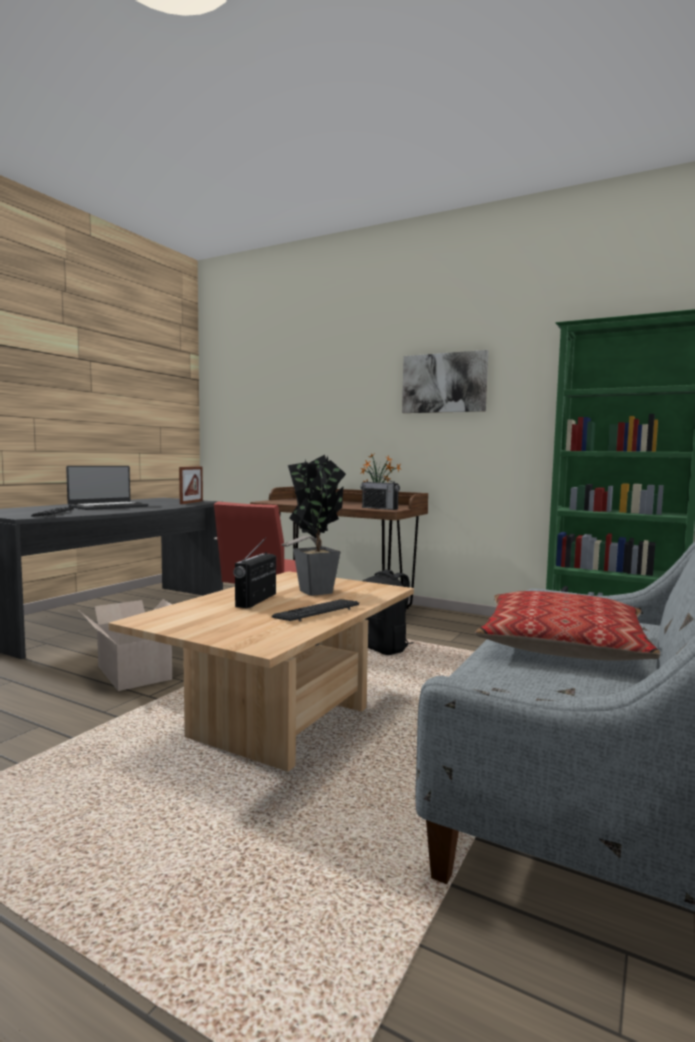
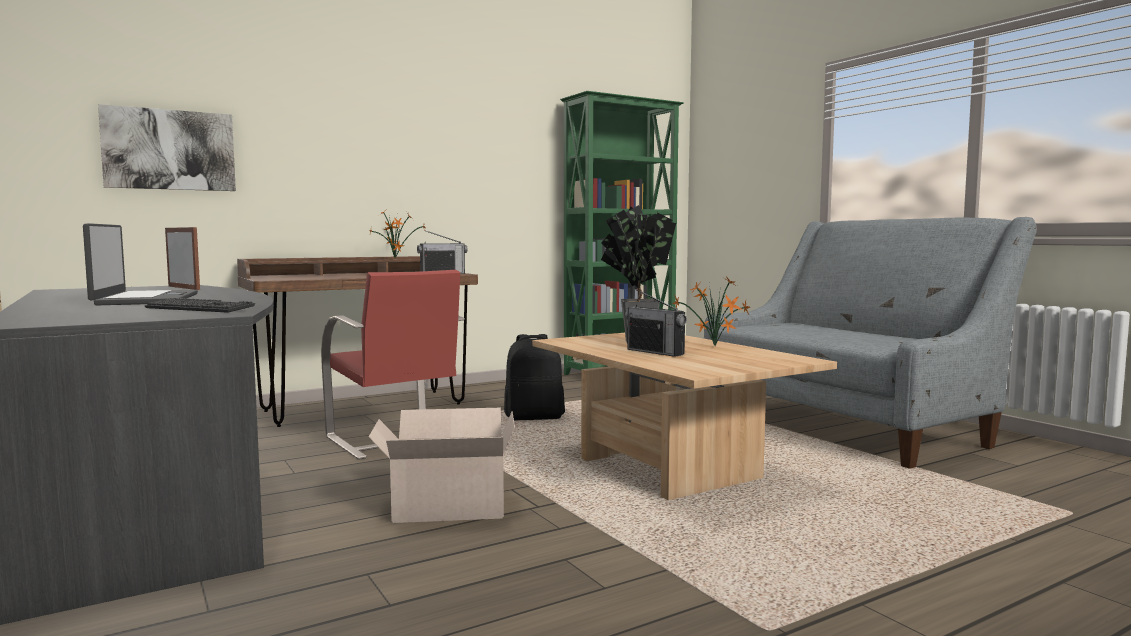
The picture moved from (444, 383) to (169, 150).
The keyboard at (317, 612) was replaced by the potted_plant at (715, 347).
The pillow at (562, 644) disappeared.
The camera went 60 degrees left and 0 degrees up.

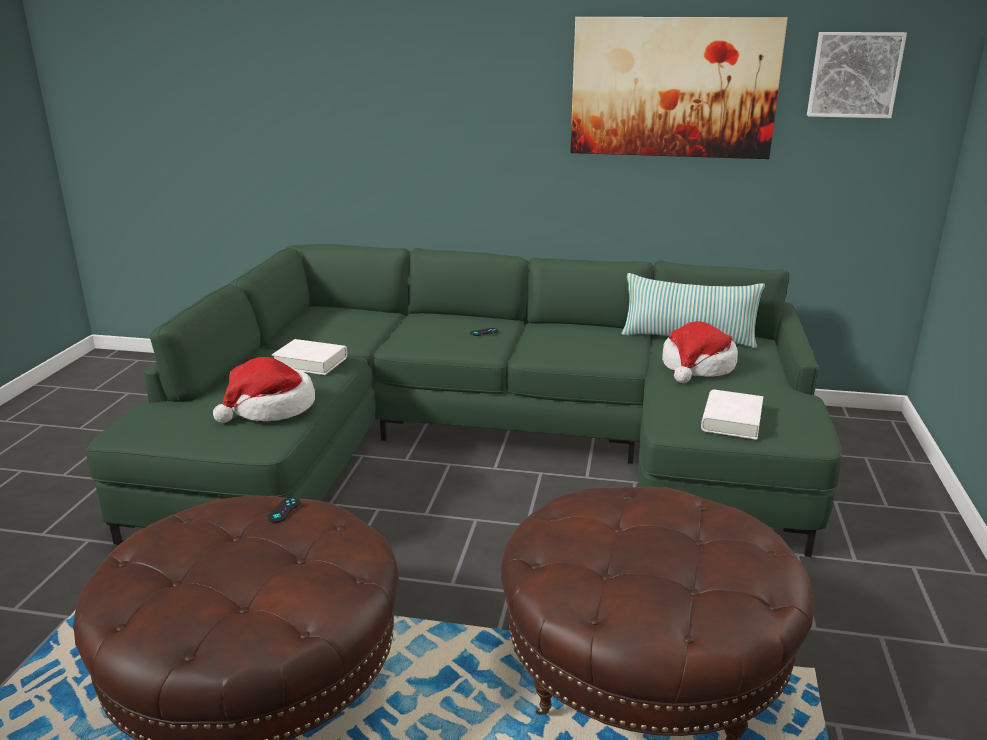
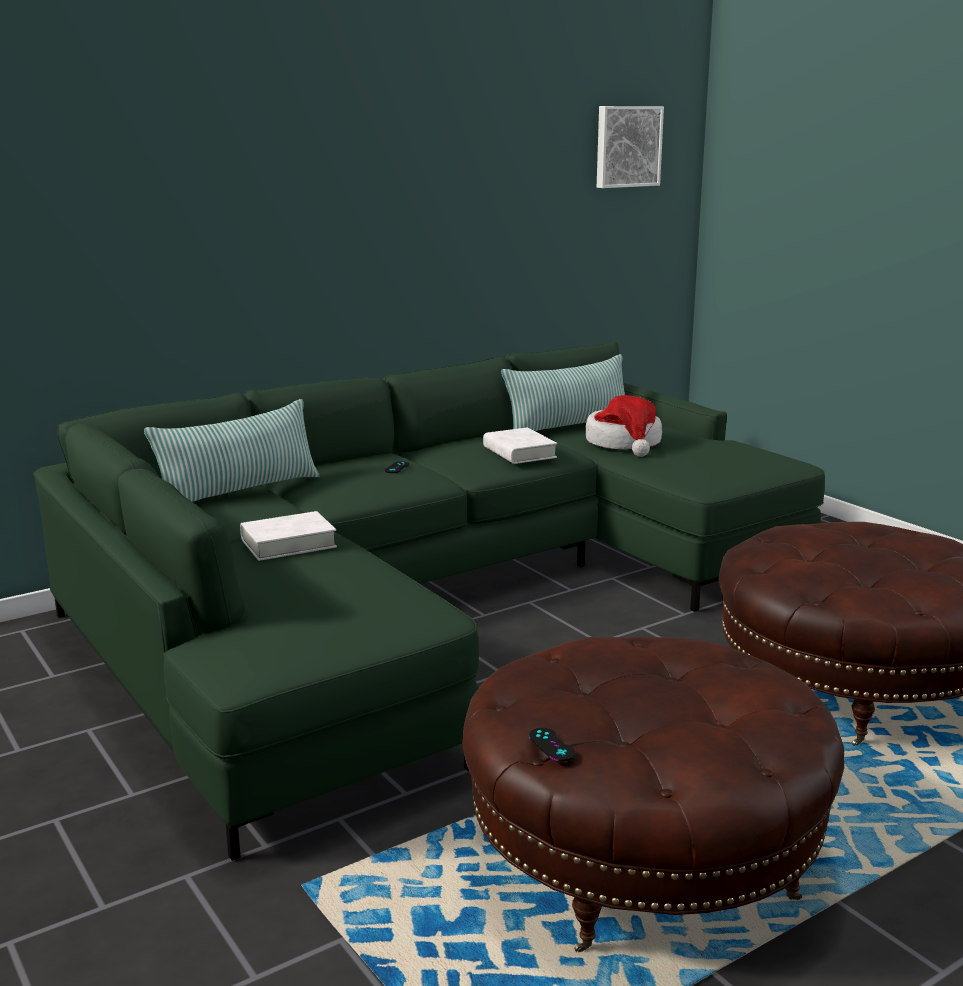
The pillow at (239, 491) appeared.
The white_book moved from (731, 420) to (519, 452).
The black_game_controller moved from (284, 510) to (551, 745).
The hat at (270, 408) disappeared.
The picture at (673, 88) disappeared.
The camera went 45 degrees left and 5 degrees down.

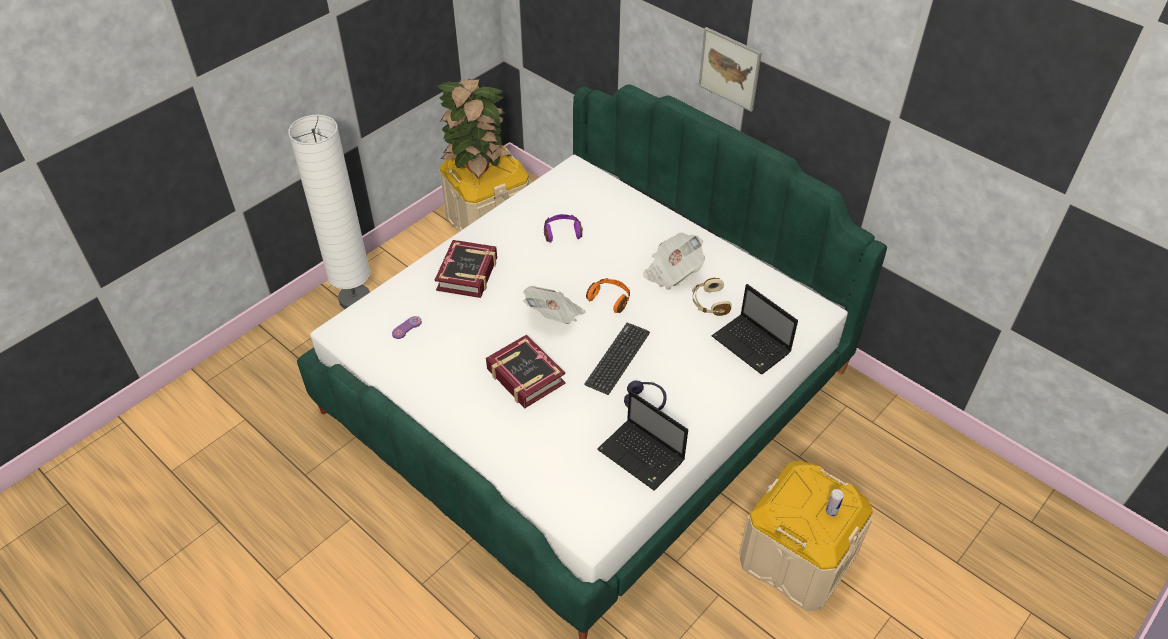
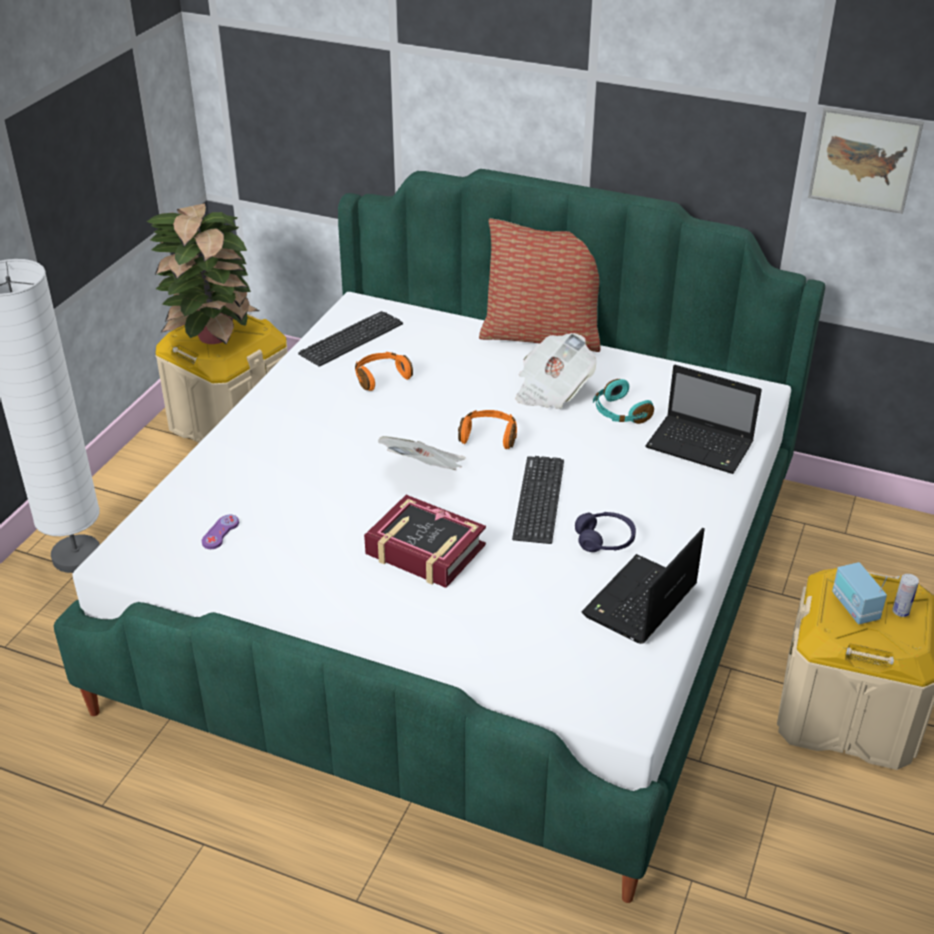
The keyboard at (351, 339) appeared.
The purple_headphones at (562, 232) became the orange_headphones at (381, 377).
The pillow at (542, 335) appeared.
The laptop at (642, 456) turned 105 degrees clockwise.
The beige_headphones at (709, 303) became the turquoise_headphones at (619, 413).
The picture moved from (729, 69) to (864, 160).
The radio at (854, 607) appeared.
The book at (468, 274) disappeared.
The camera went 20 degrees left and 10 degrees down.

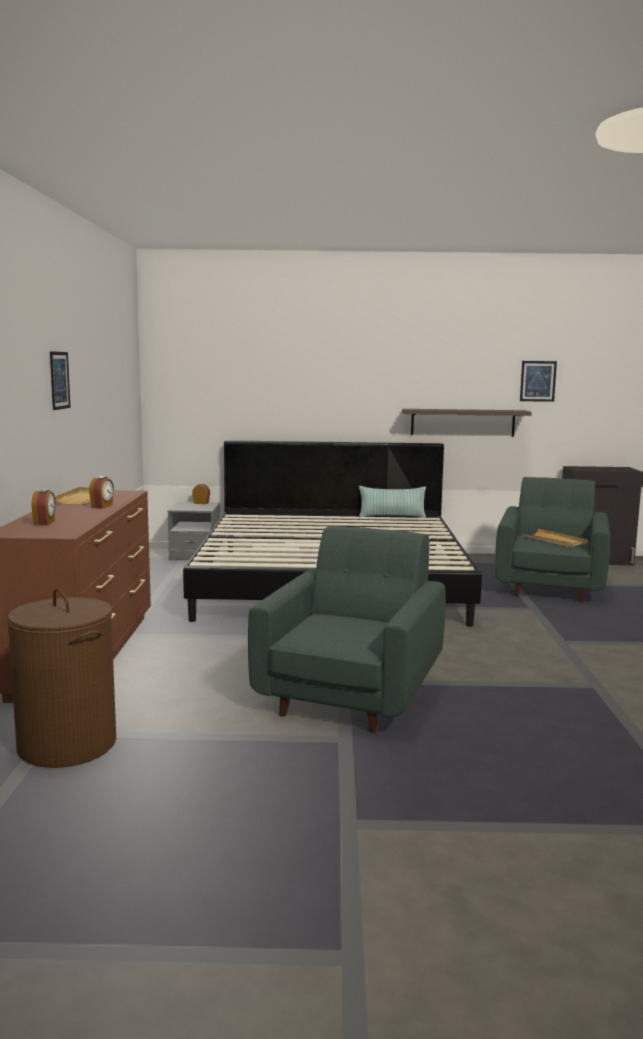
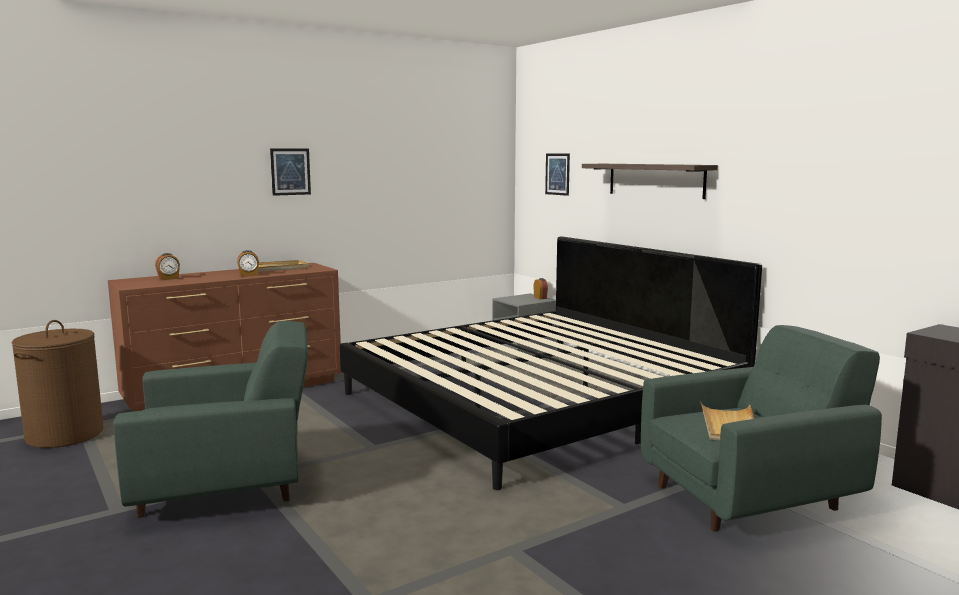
The picture moved from (538, 381) to (557, 174).
The shelf moved from (462, 422) to (655, 180).
The pillow at (392, 516) disappeared.
The camera went 55 degrees right and 0 degrees up.

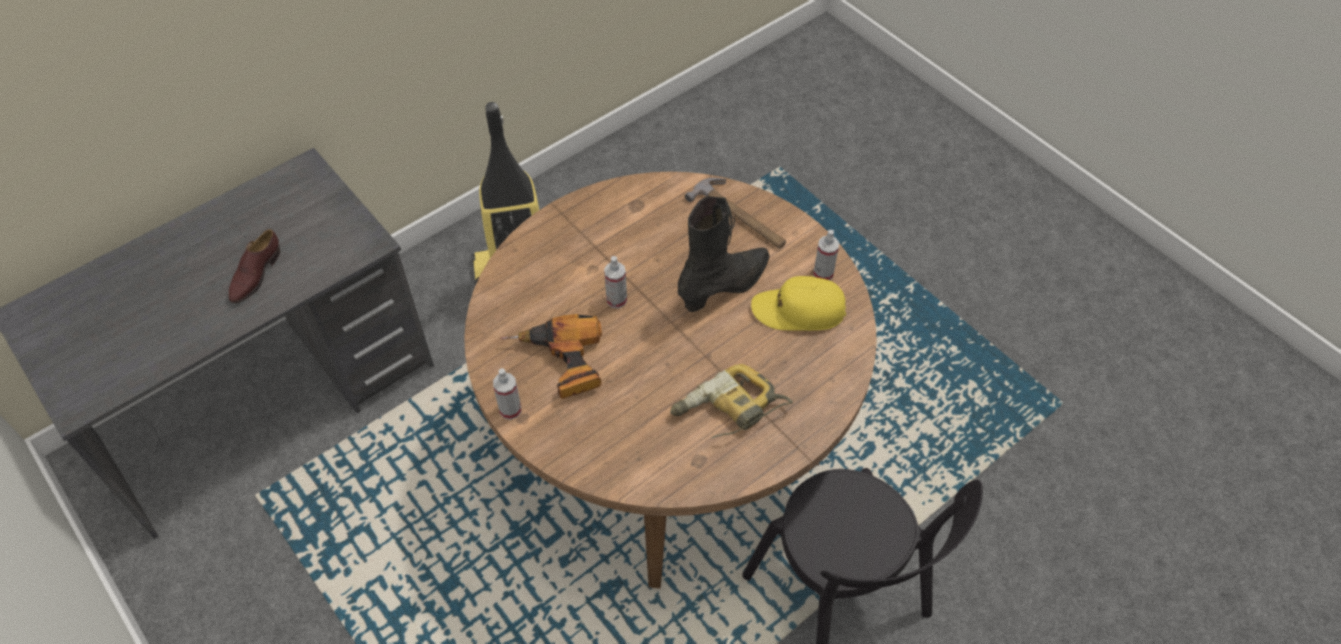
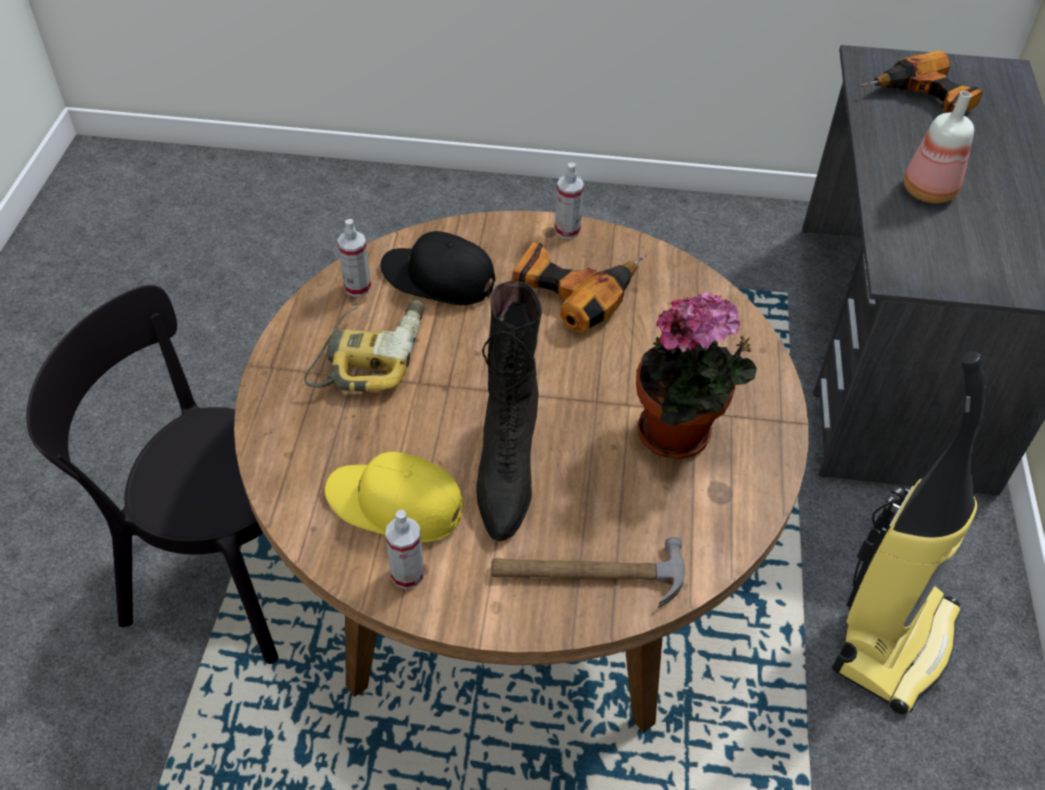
The yellow_cap at (798, 310) turned 120 degrees counterclockwise.
The spray_bottle moved from (616, 300) to (357, 287).
The black_cap at (438, 278) appeared.
The potted_plant at (680, 435) appeared.
The power_drill at (923, 100) appeared.
The brown_shoe at (255, 275) was replaced by the bottle at (928, 192).
The camera went 135 degrees right and 5 degrees down.

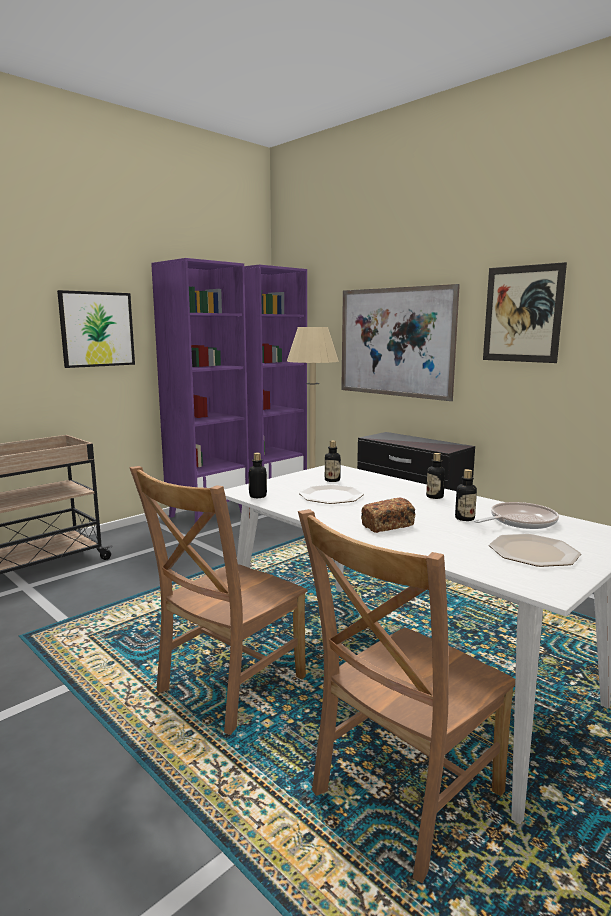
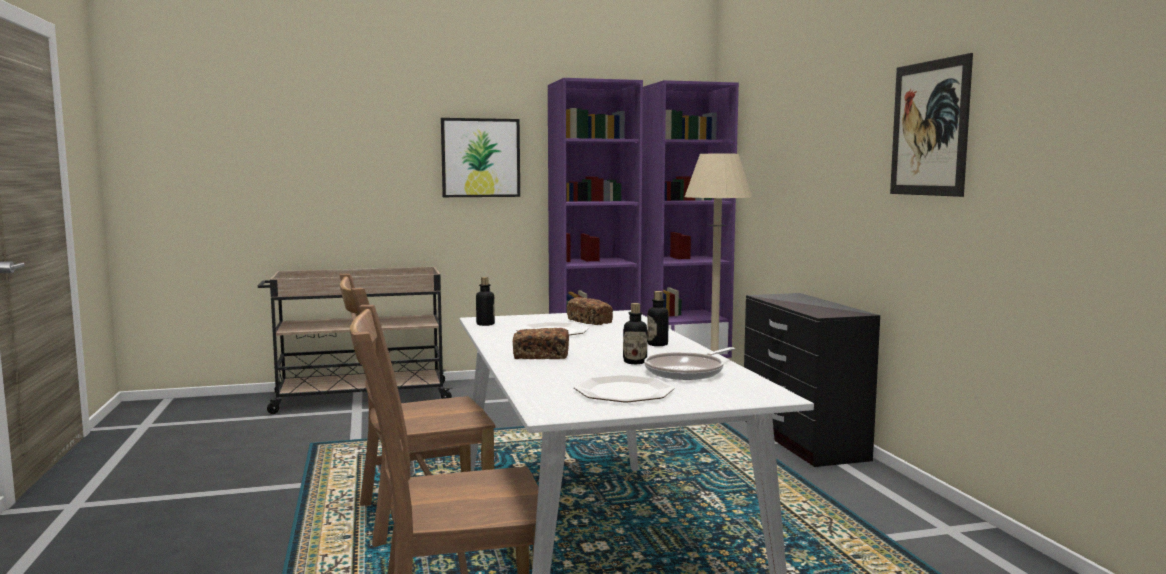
The bottle at (332, 480) was replaced by the bread at (589, 321).
The frying_pan at (519, 521) turned 135 degrees clockwise.
The picture at (395, 342) disappeared.
The camera went 30 degrees right and 5 degrees down.

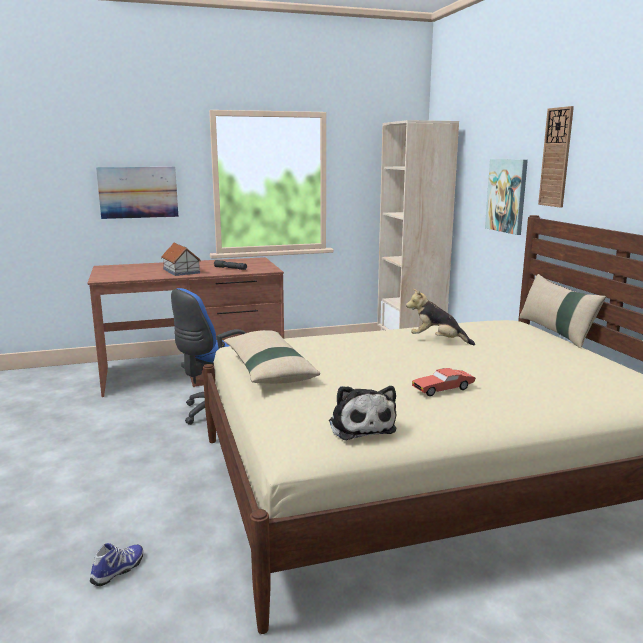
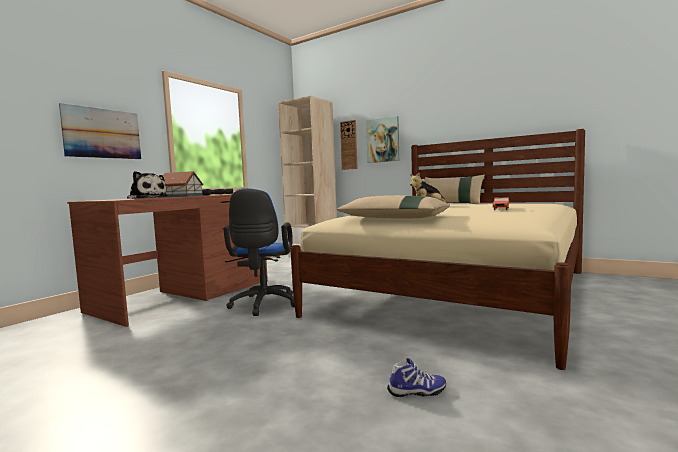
The plush_toy moved from (360, 426) to (146, 198).
The wall_clock moved from (556, 157) to (349, 145).
The shoe at (119, 570) turned 90 degrees clockwise.
The camera went 40 degrees left and 10 degrees down.

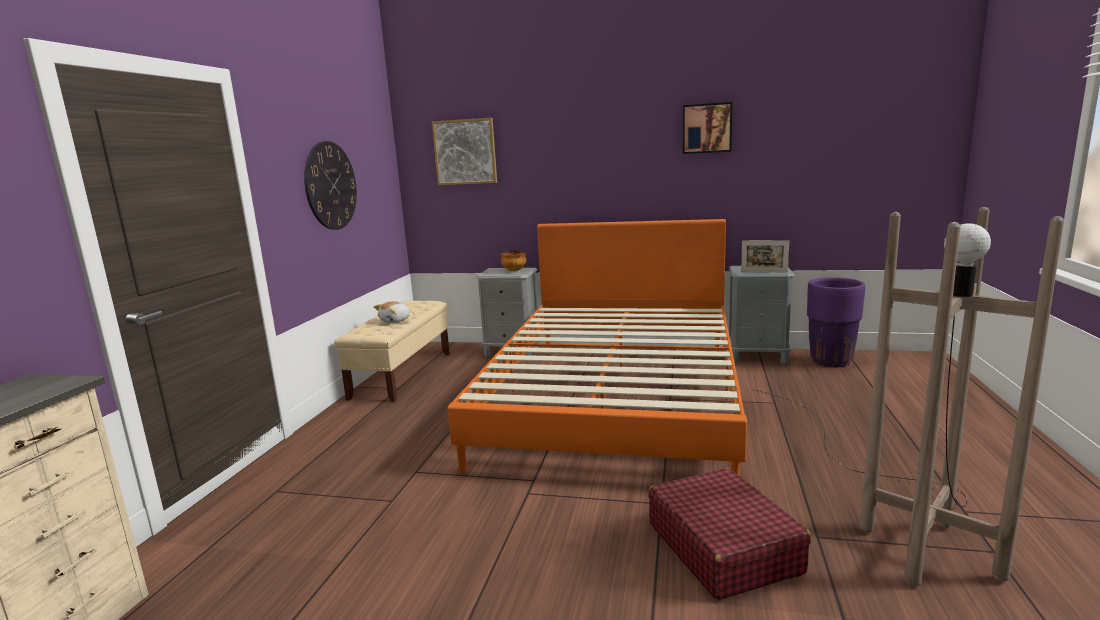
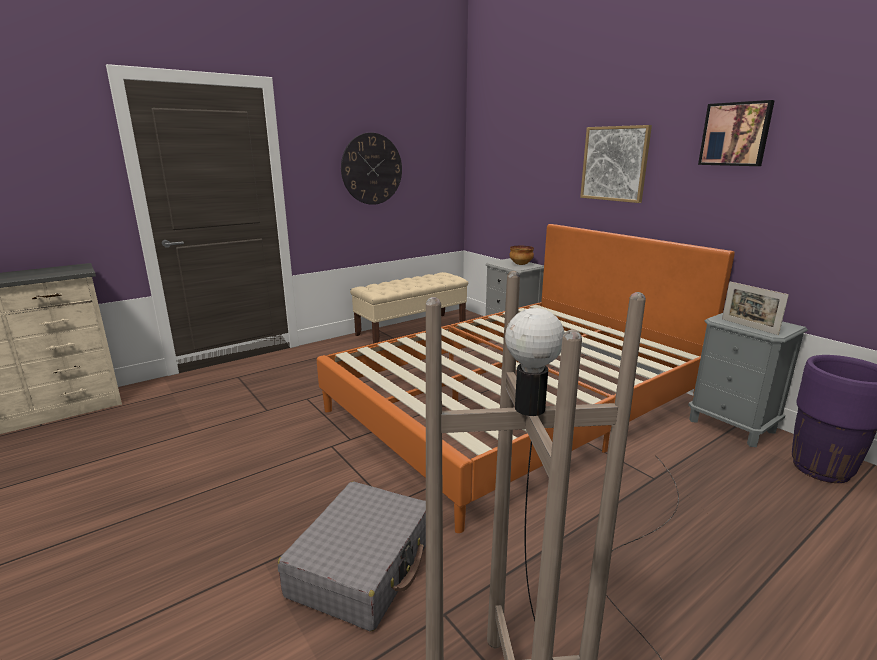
The red_suitcase at (723, 547) became the grey_suitcase at (363, 565).
The picture moved from (465, 152) to (614, 163).
The plush_toy at (395, 321) disappeared.
The camera went 40 degrees right and 5 degrees up.

